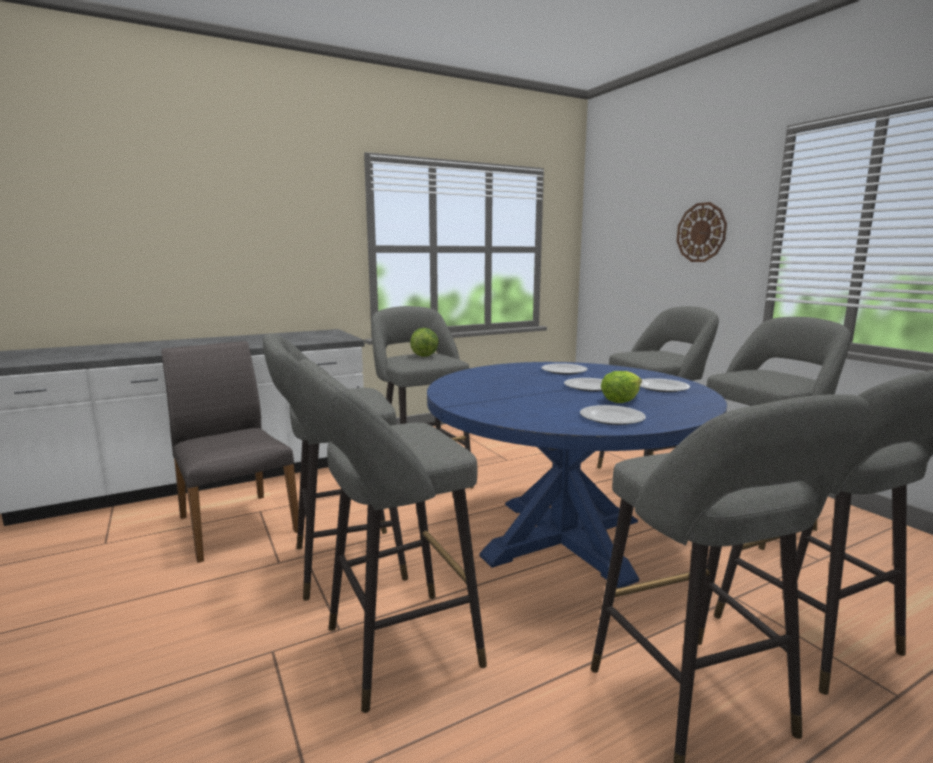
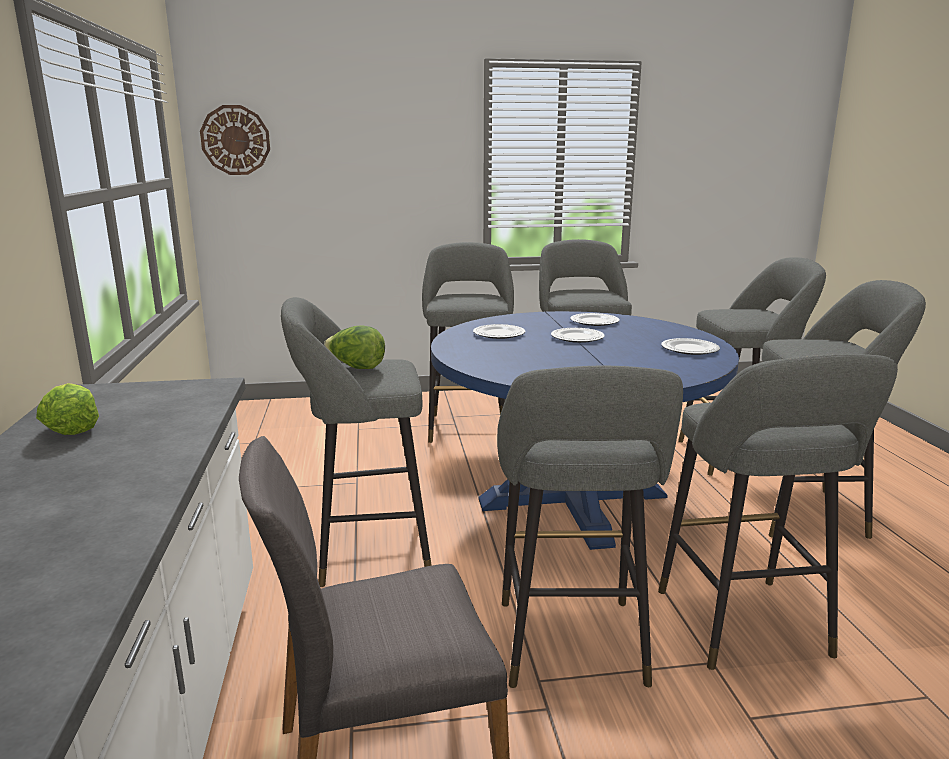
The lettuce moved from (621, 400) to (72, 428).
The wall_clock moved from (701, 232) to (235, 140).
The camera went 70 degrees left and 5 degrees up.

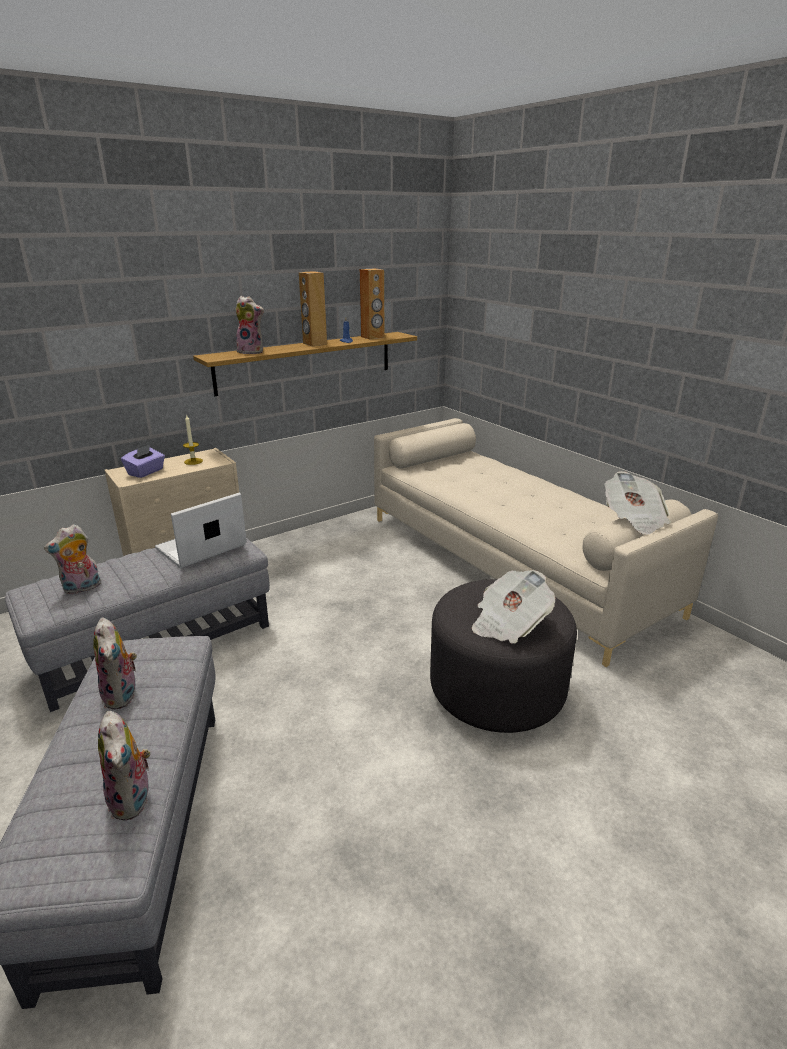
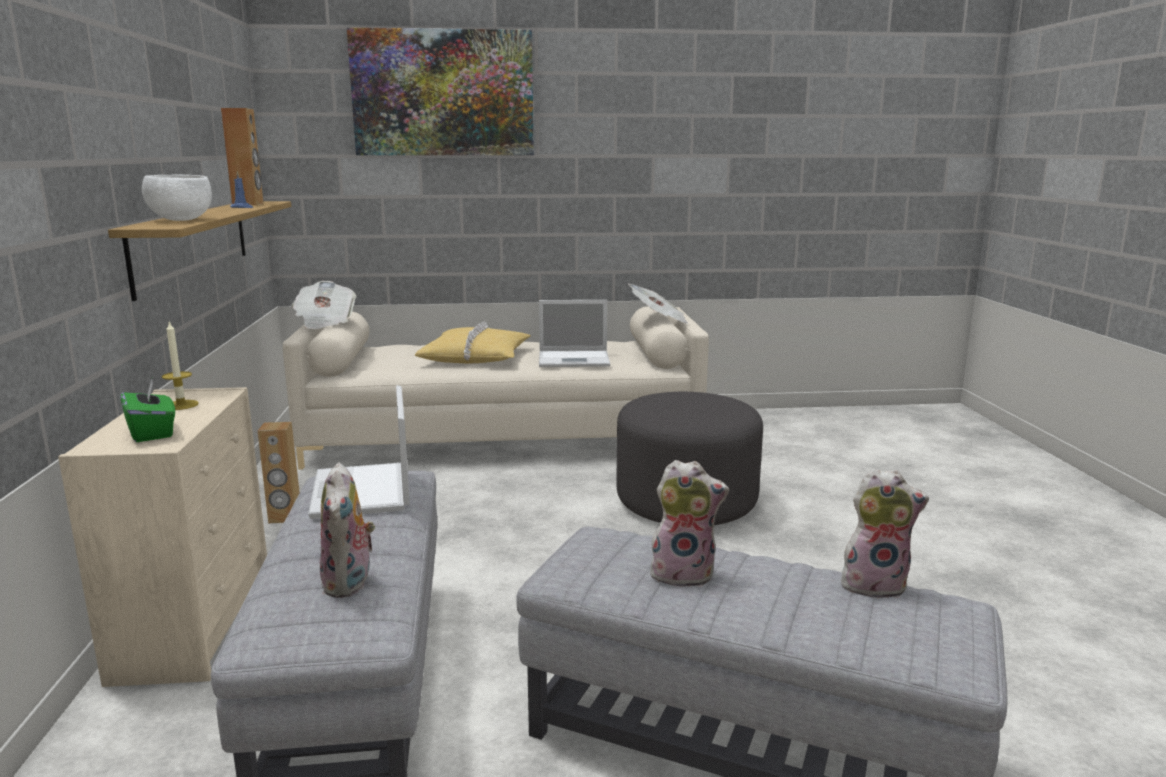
The purple_tissue_box at (146, 472) became the green_tissue_box at (152, 432).
The plush_toy at (252, 352) was replaced by the white_bowl at (180, 220).
The brown_speaker moved from (314, 344) to (285, 517).
The newspaper moved from (509, 623) to (325, 322).
The picture at (443, 93) appeared.
The yellow_pillow at (476, 357) appeared.
The laptop at (575, 359) appeared.
The camera went 60 degrees left and 10 degrees down.

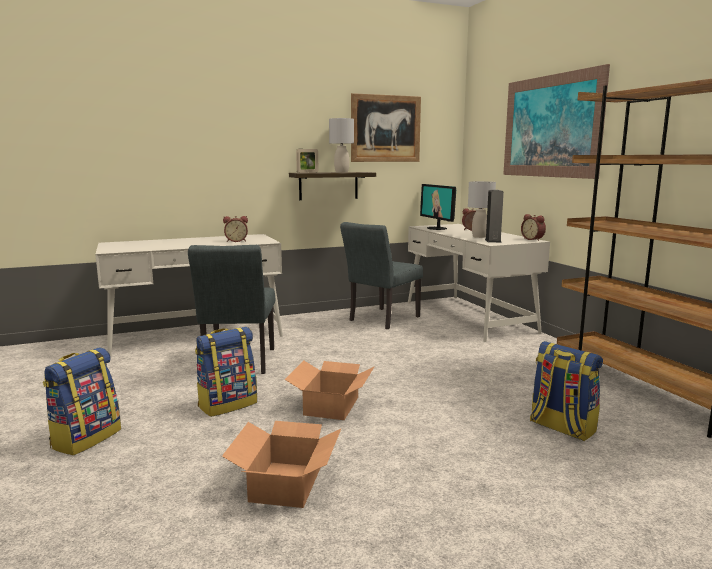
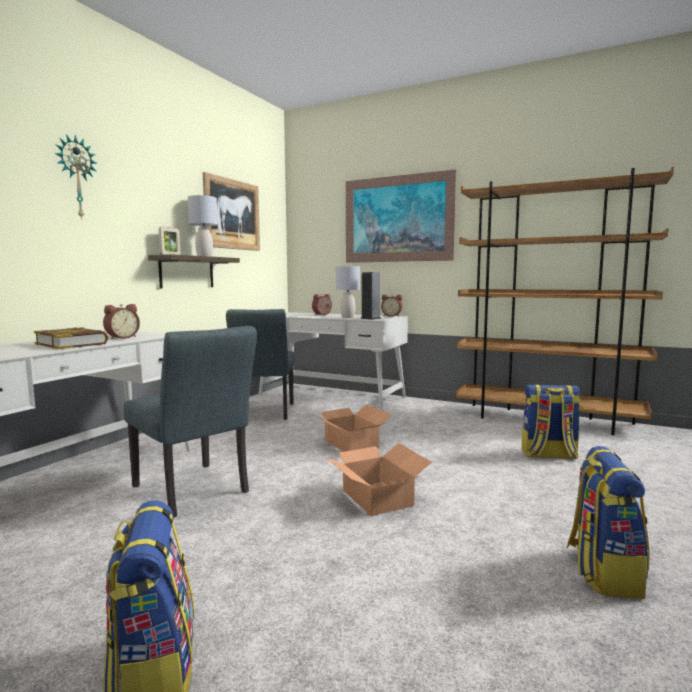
The book at (72, 344) appeared.
The wall_clock at (76, 177) appeared.
The cardboard_box moved from (287, 483) to (351, 443).
The backpack moved from (228, 404) to (602, 571).
The monitor at (437, 228) disappeared.
The camera went 40 degrees left and 5 degrees down.

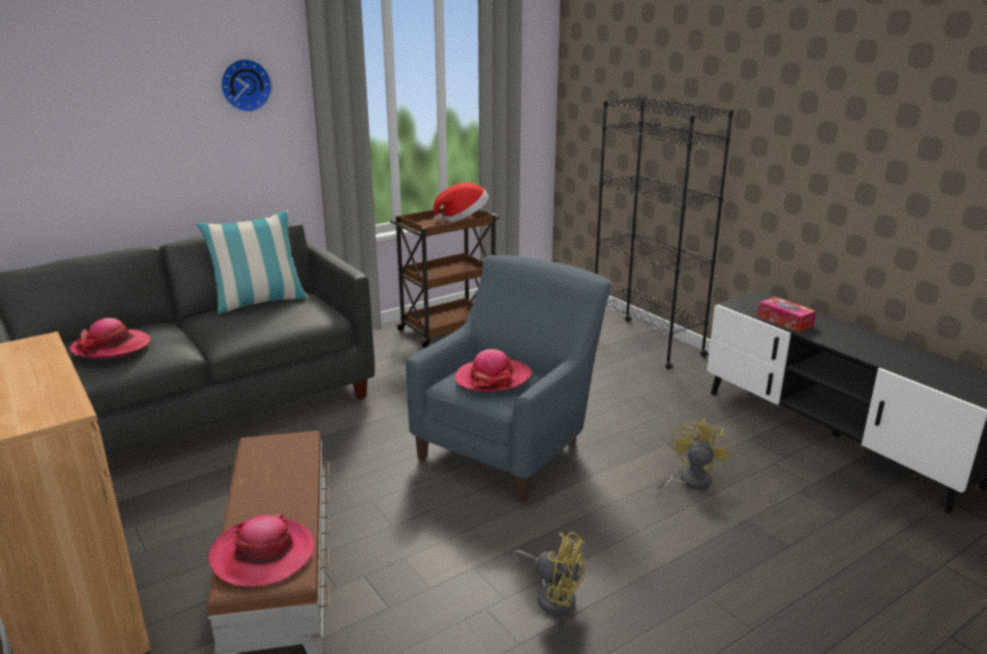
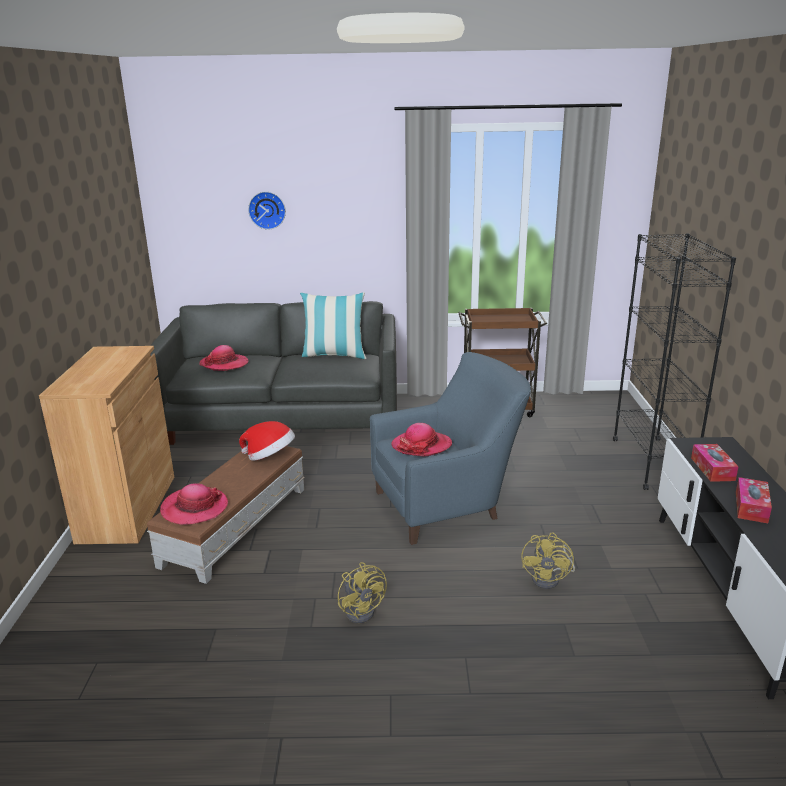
The hat moved from (463, 219) to (270, 457).
The wall_clock moved from (245, 85) to (267, 210).
The yellow_fan at (689, 482) turned 135 degrees clockwise.
The tissue_box at (751, 507) appeared.
The camera went 35 degrees right and 0 degrees up.

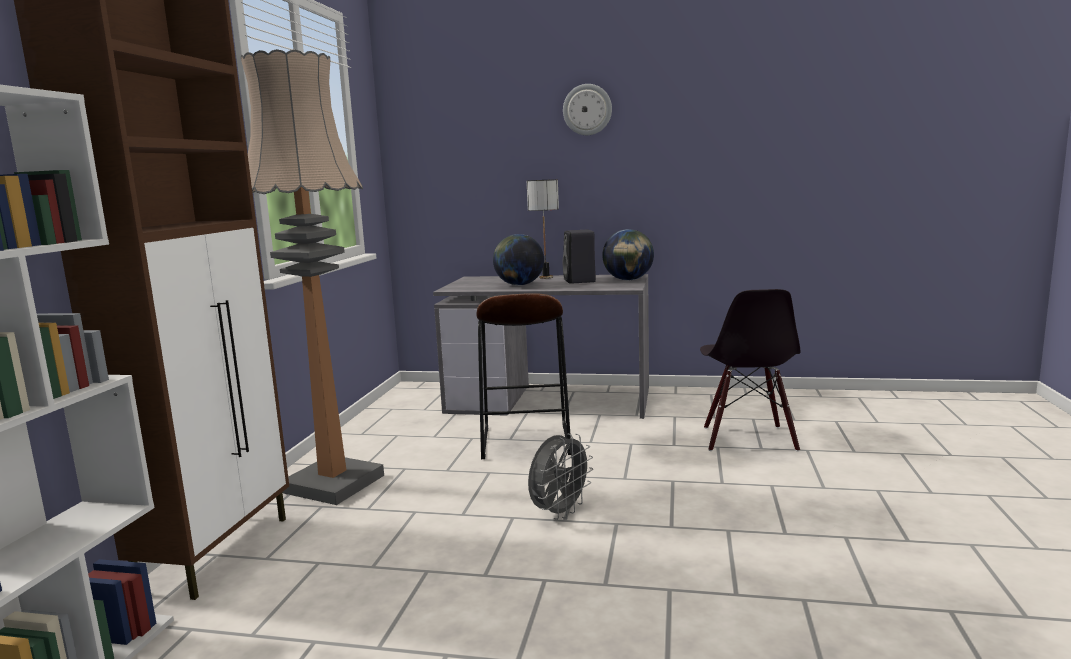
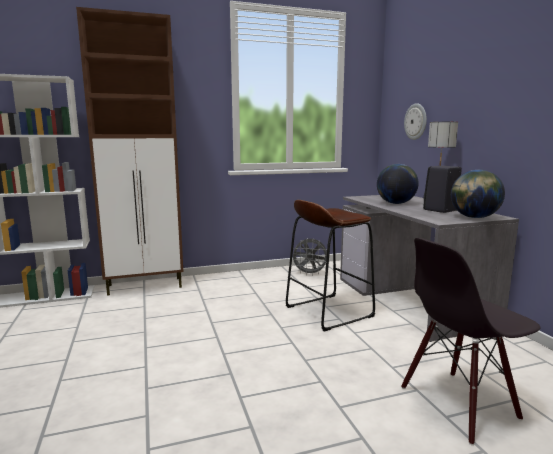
The grey_fan moved from (560, 512) to (310, 274).
The wall_clock moved from (587, 109) to (416, 121).
The floor_lamp at (333, 483) disappeared.
The camera went 60 degrees right and 0 degrees up.

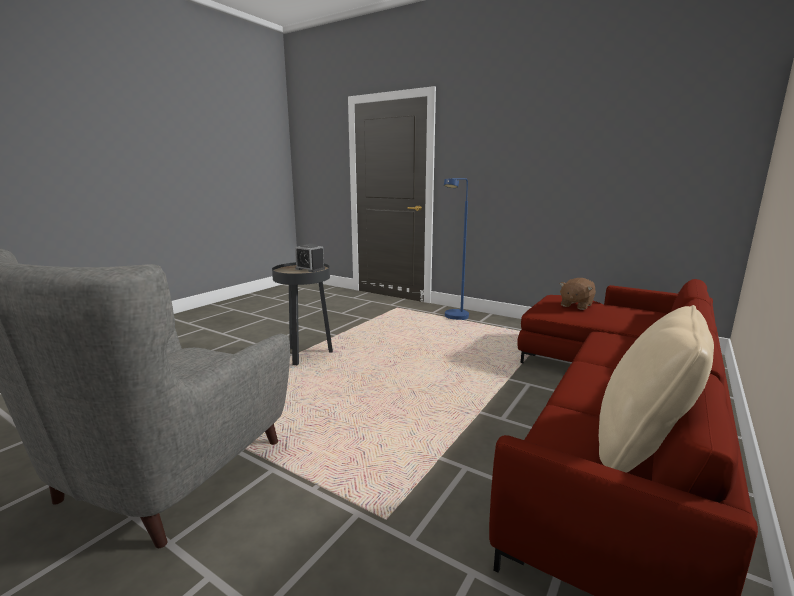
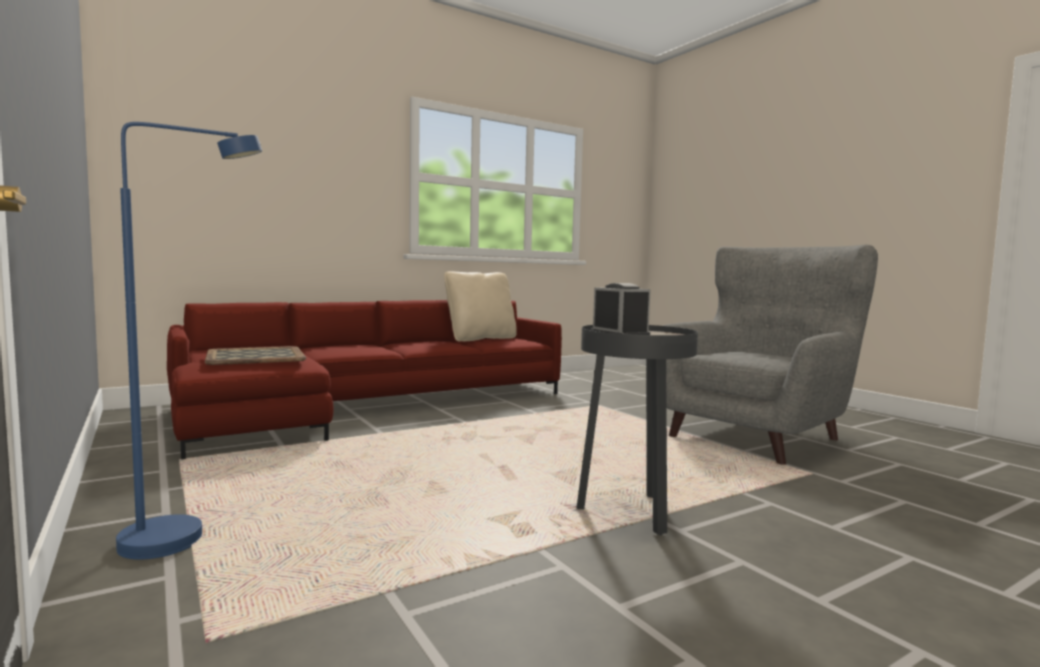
The brown_plush_toy at (576, 305) was replaced by the tray at (254, 356).
The camera went 155 degrees left and 10 degrees down.

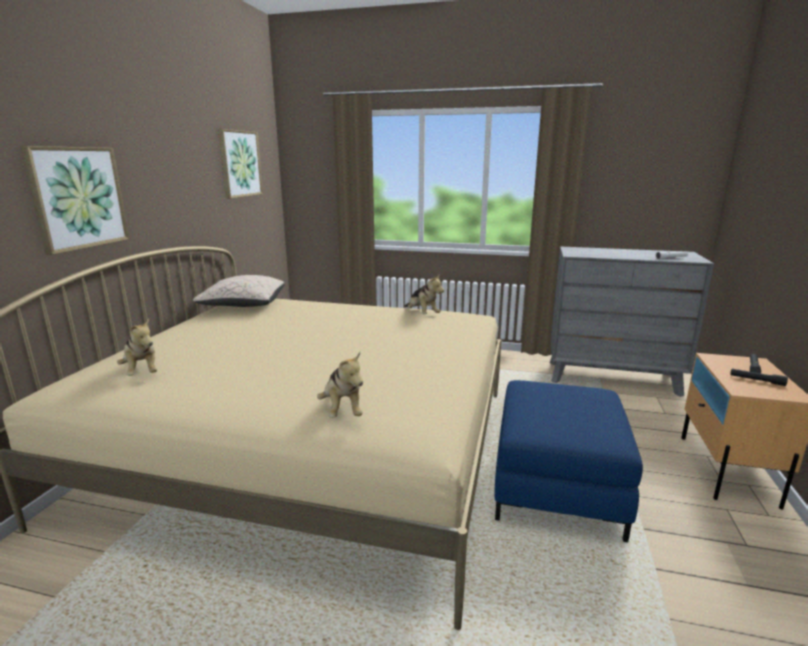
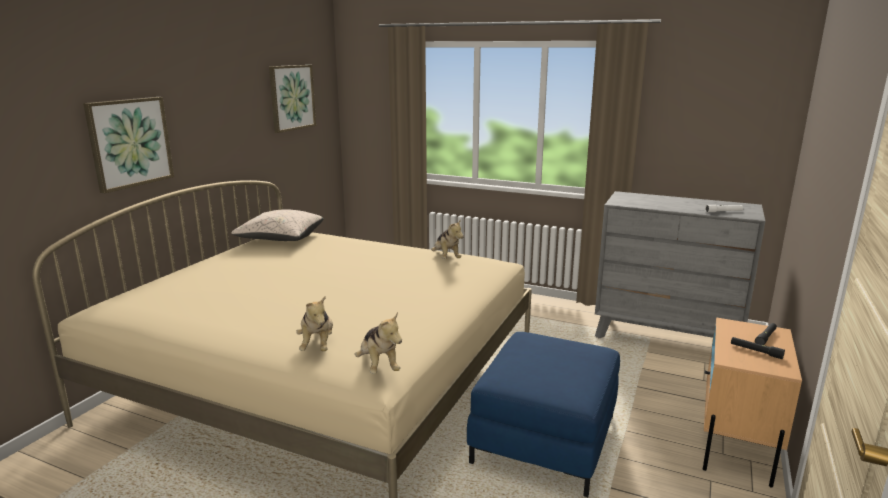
The plush_toy moved from (142, 372) to (378, 366).
The camera went 10 degrees right and 0 degrees up.

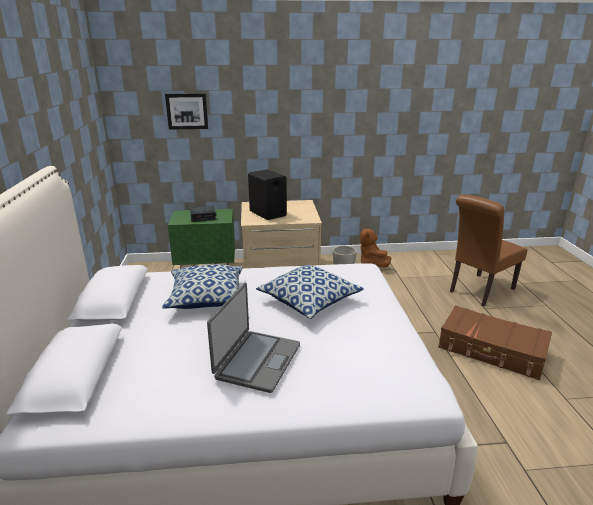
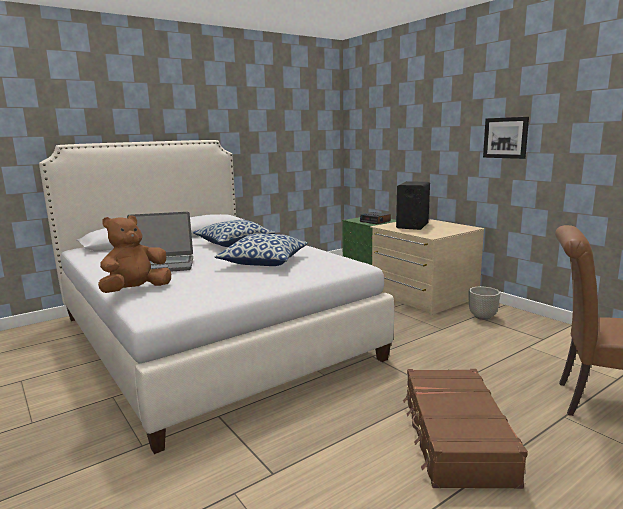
The brown_plush_toy moved from (371, 264) to (136, 290).
The picture moved from (187, 111) to (505, 137).
The camera went 60 degrees right and 10 degrees down.

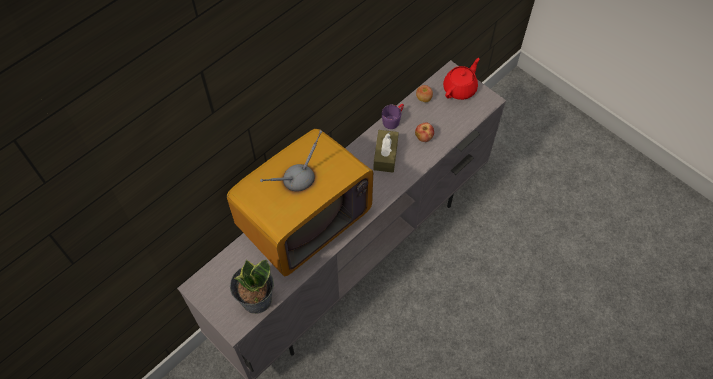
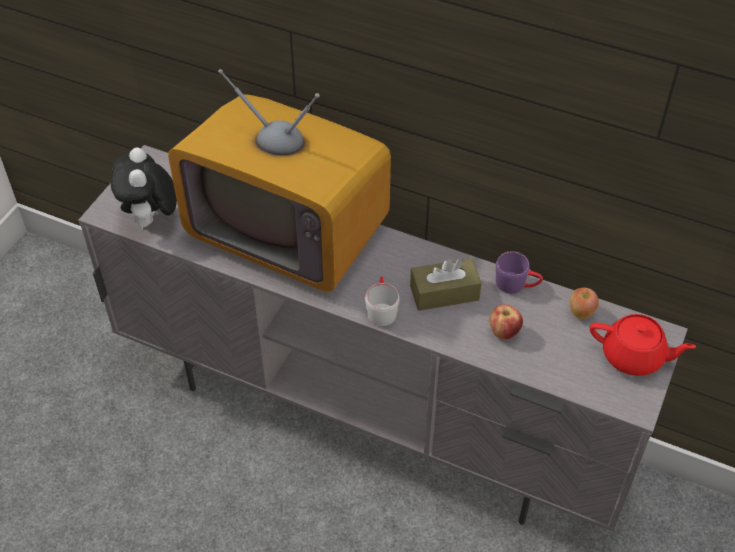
The potted_plant at (256, 299) was replaced by the plush_toy at (151, 220).
The grey_mug at (381, 309) appeared.
The camera went 70 degrees right and 10 degrees down.

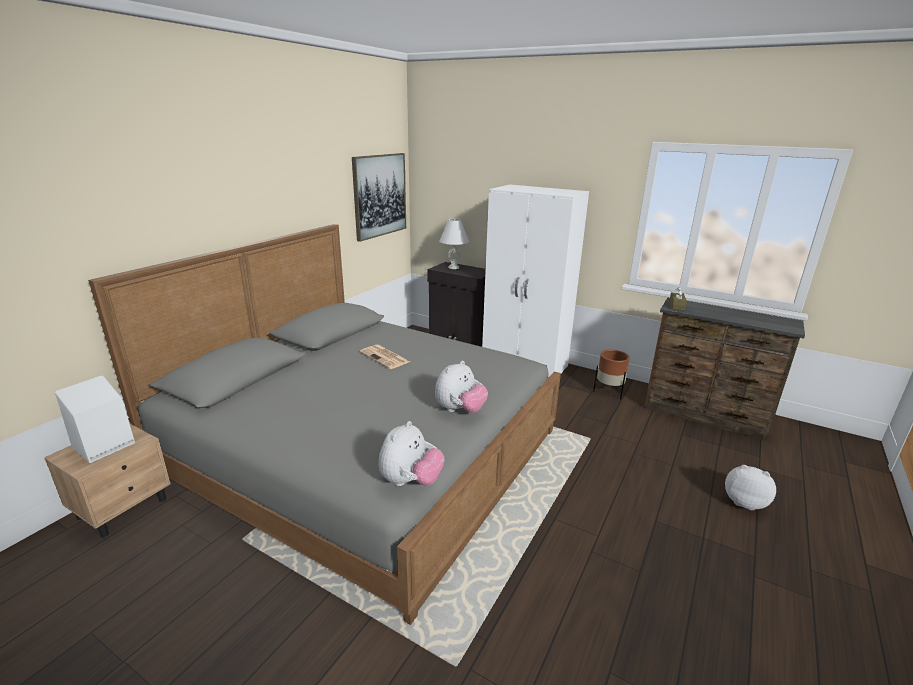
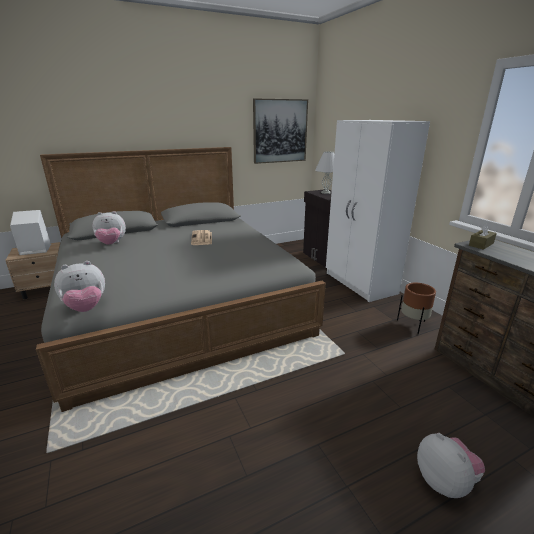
The plush_toy moved from (460, 410) to (111, 244).
The camera went 35 degrees right and 0 degrees up.

